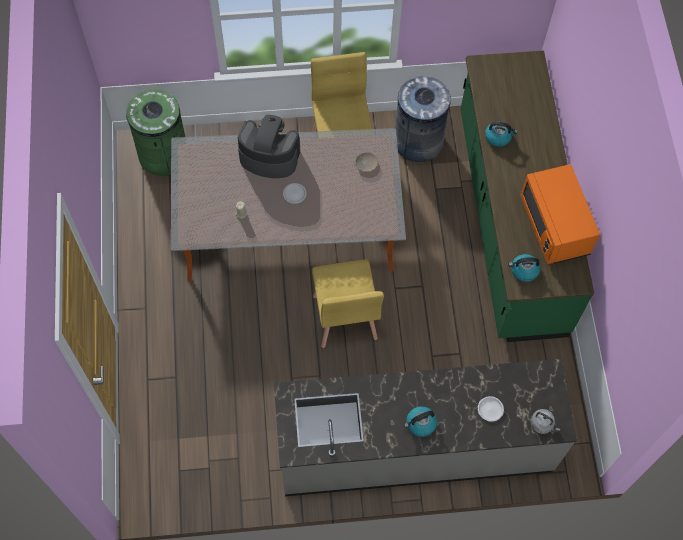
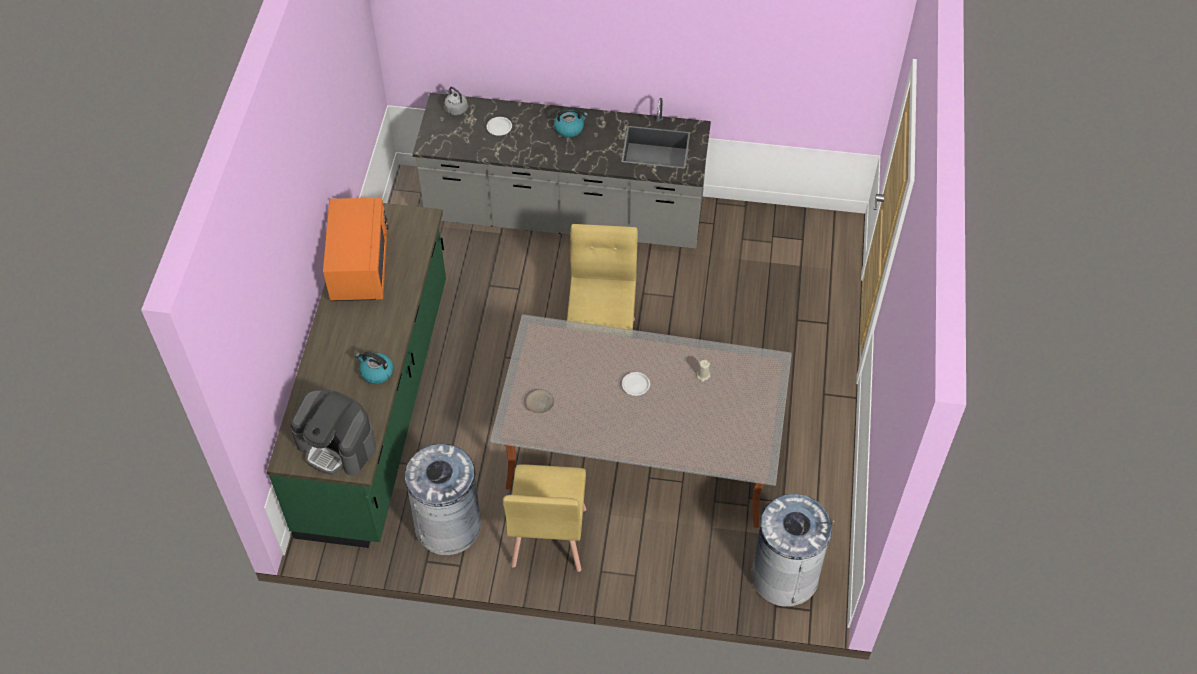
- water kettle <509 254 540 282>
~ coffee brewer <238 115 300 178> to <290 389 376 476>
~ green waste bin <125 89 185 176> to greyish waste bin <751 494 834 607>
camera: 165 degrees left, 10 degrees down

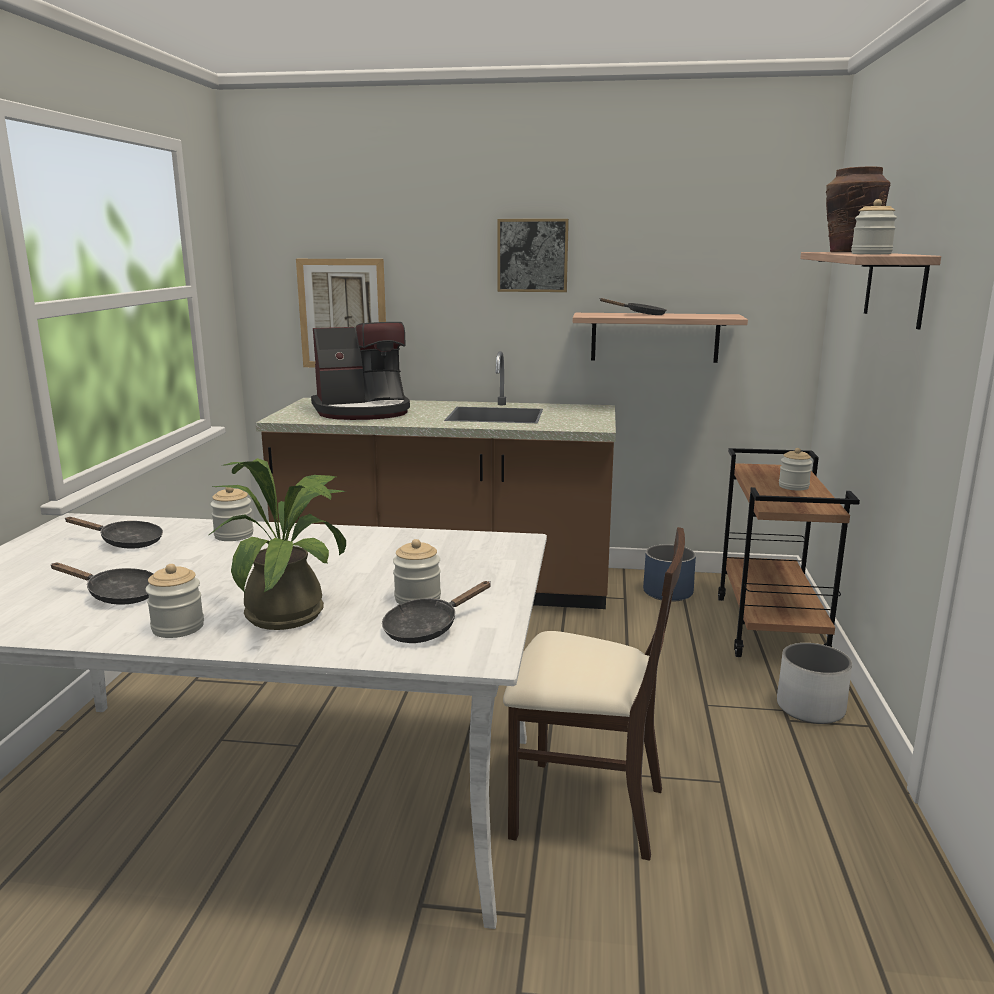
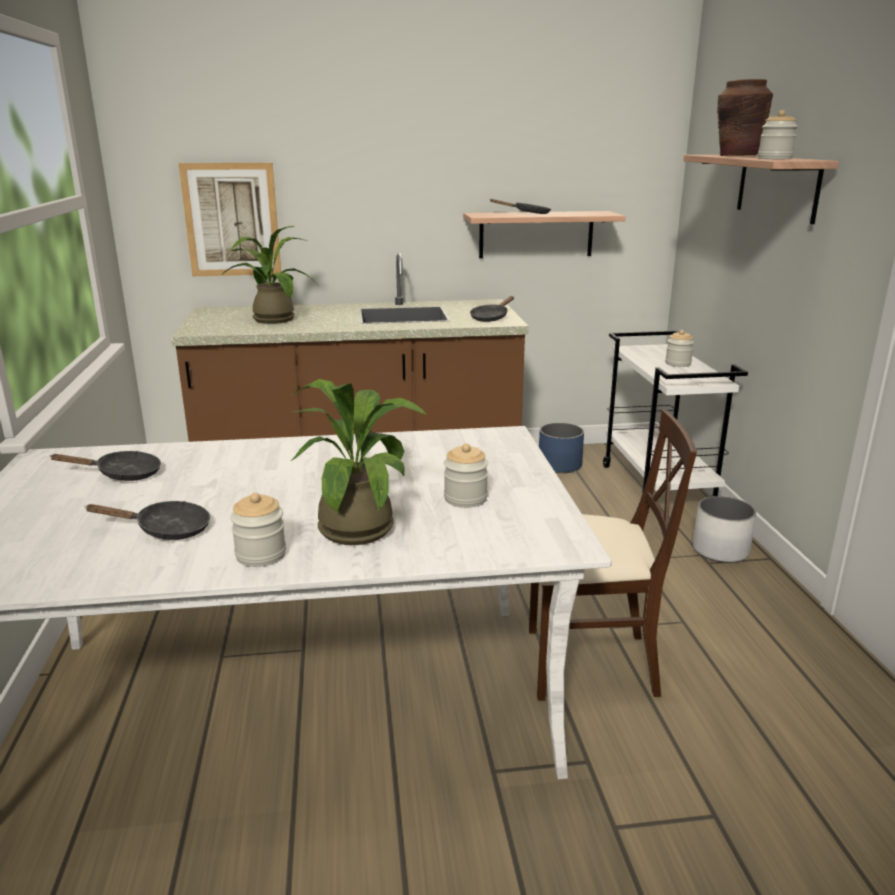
- storage jar <210 487 254 541>
- wall art <497 219 569 292>
~ blackish pan <382 581 491 643> to <470 296 514 322>
~ coffee brewer <311 322 410 420> to plant in a pot <221 226 319 324>
~ brown trolley <718 448 860 657> to white-coloured trolley <603 331 748 512>
camera: 15 degrees left, 5 degrees up

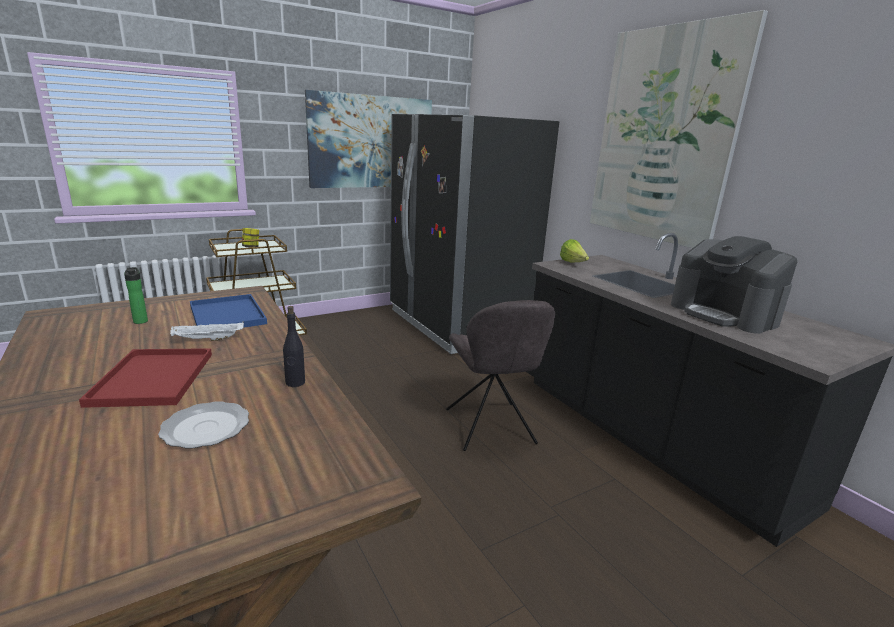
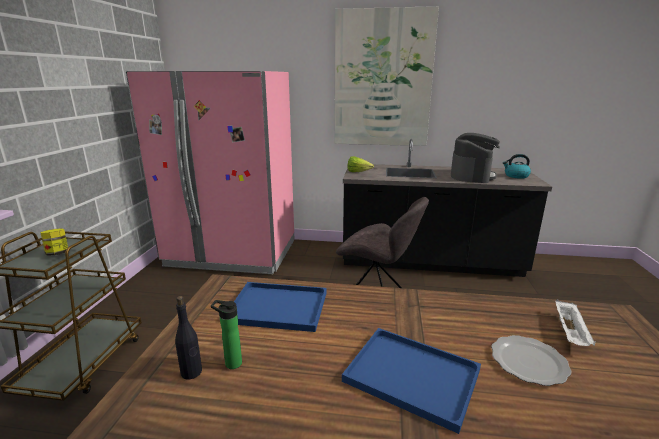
- wall art <305 90 432 188>
+ water kettle <503 154 531 179>
~ white-coloured serving tray <170 321 244 341> to <555 299 596 346>
~ blackish drink bottle <283 306 305 387> to <175 296 202 380>
~ red-coloured serving tray <79 348 212 408> to blue-coloured serving tray <342 328 481 434>
~ blackish kitchen fridge <390 114 559 354> to pink-coloured kitchen fridge <126 71 295 274>
~ coffee brewer <671 236 797 334> = <451 133 500 183> 75 degrees counterclockwise
camera: 50 degrees left, 0 degrees up

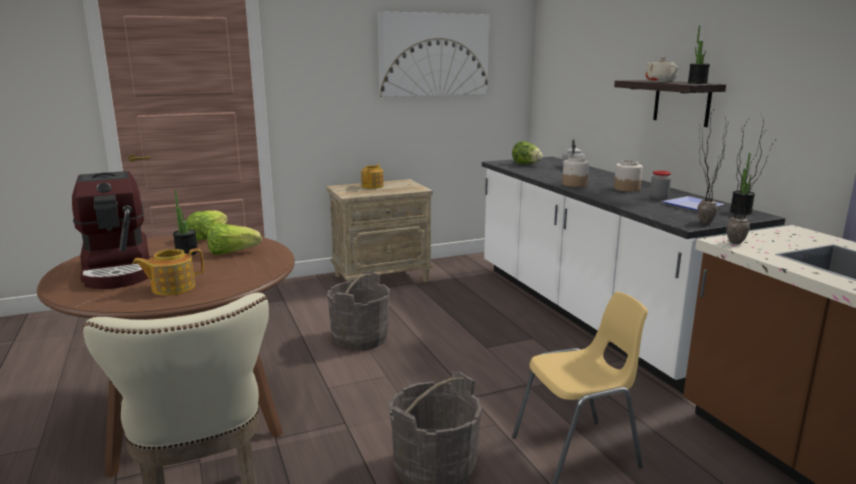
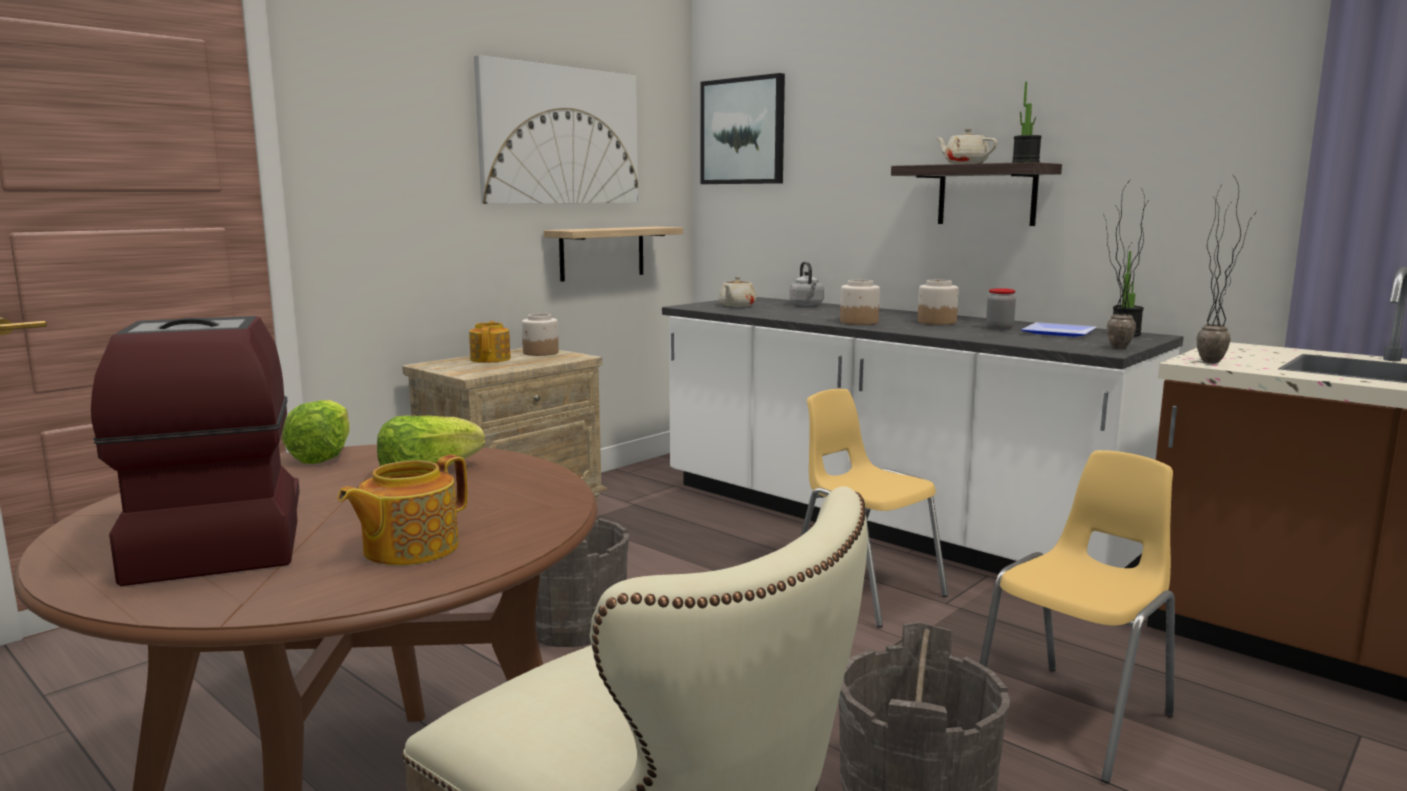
- plant in a pot <173 190 198 255>
+ storage jar <522 313 559 356>
+ shelf <544 227 683 282>
+ wall art <700 73 785 184>
+ yellow-coloured upright chair <801 389 948 628>
~ head of lettuce <512 141 543 164> to sand-coloured tea pot <718 276 756 307>
~ coffee brewer <72 171 150 289> = <91 316 300 586> 150 degrees counterclockwise
camera: 25 degrees left, 5 degrees down

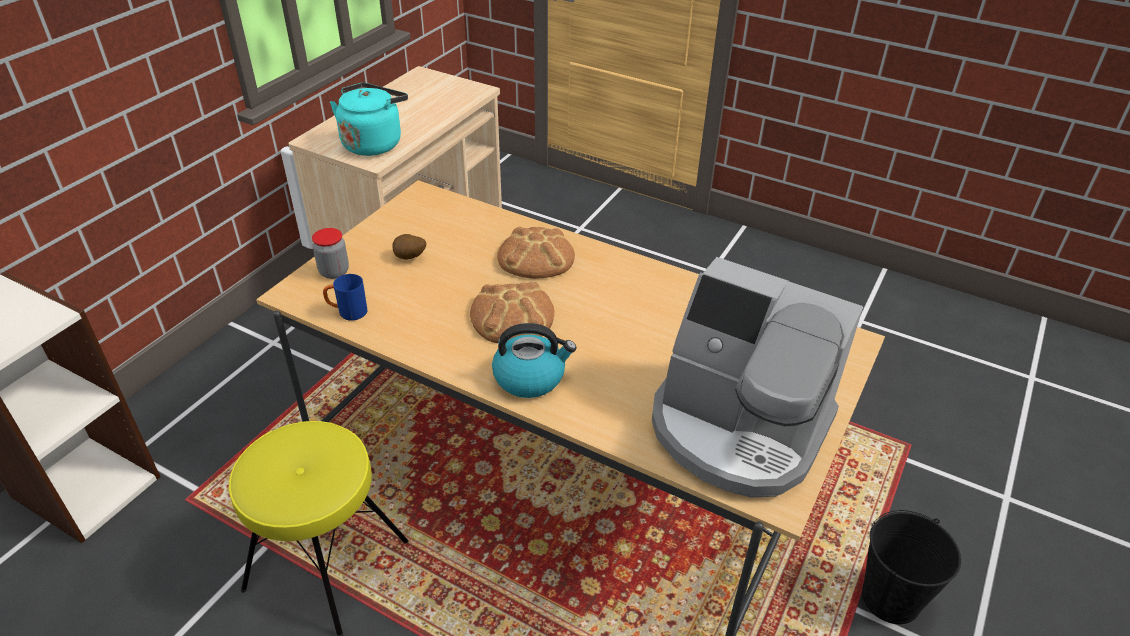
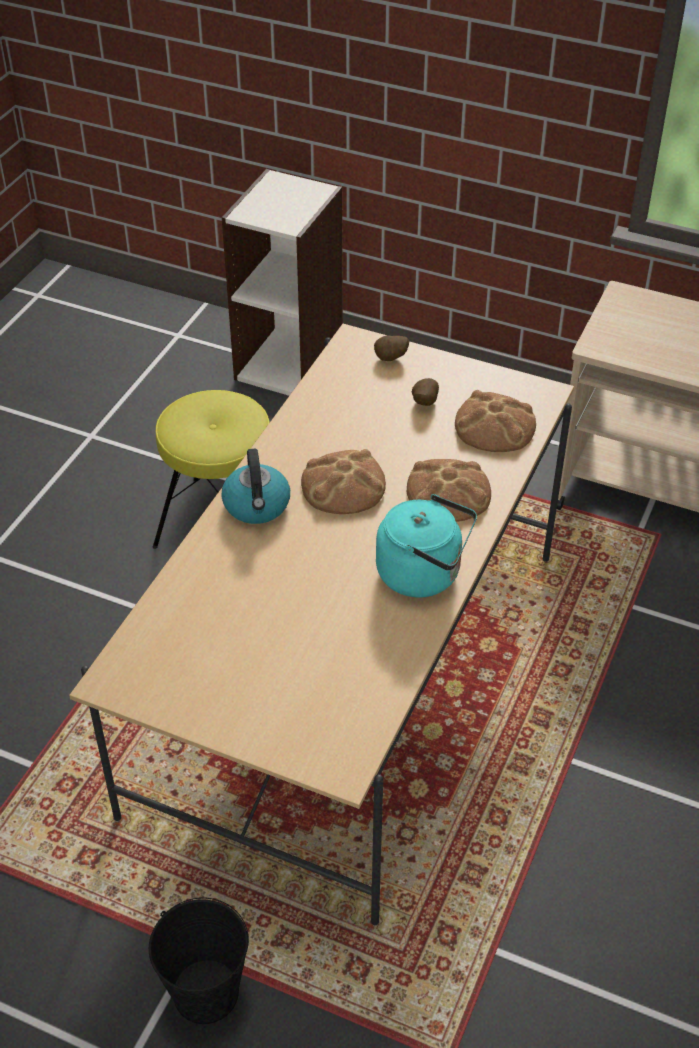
- blue-coloured mug <323 274 367 321>
- coffee brewer <652 257 863 497>
+ baked bread <455 390 536 452>
~ turquoise-coloured water kettle <330 83 408 156> to <376 494 477 598>
~ storage jar <312 228 349 279> to spud <374 336 409 361>
camera: 85 degrees right, 5 degrees up

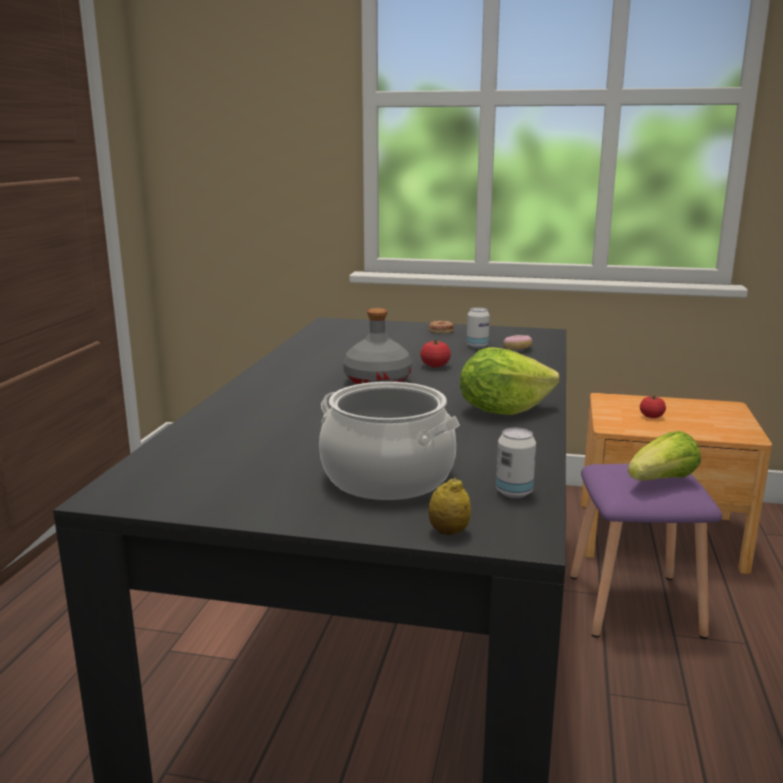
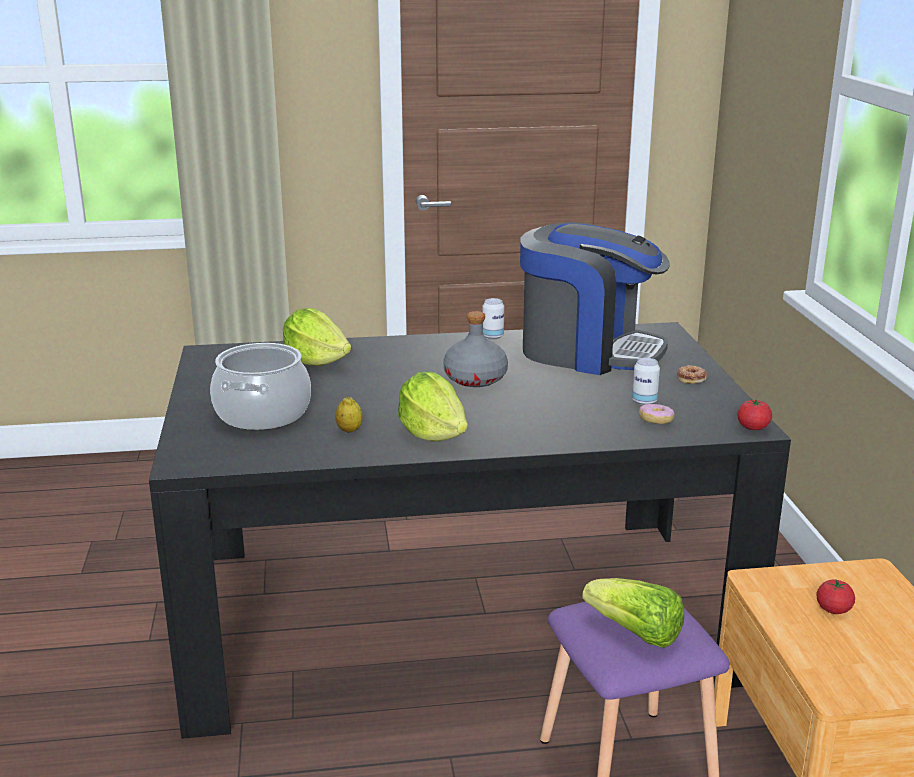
+ head of lettuce <283 308 351 366>
+ coffee brewer <520 222 670 375>
~ whole tomato <420 339 451 368> to <737 399 772 430>
~ whole lemon <428 478 471 535> to <336 397 362 433>
~ metal can <496 428 536 498> to <482 298 504 340>
camera: 70 degrees right, 5 degrees up

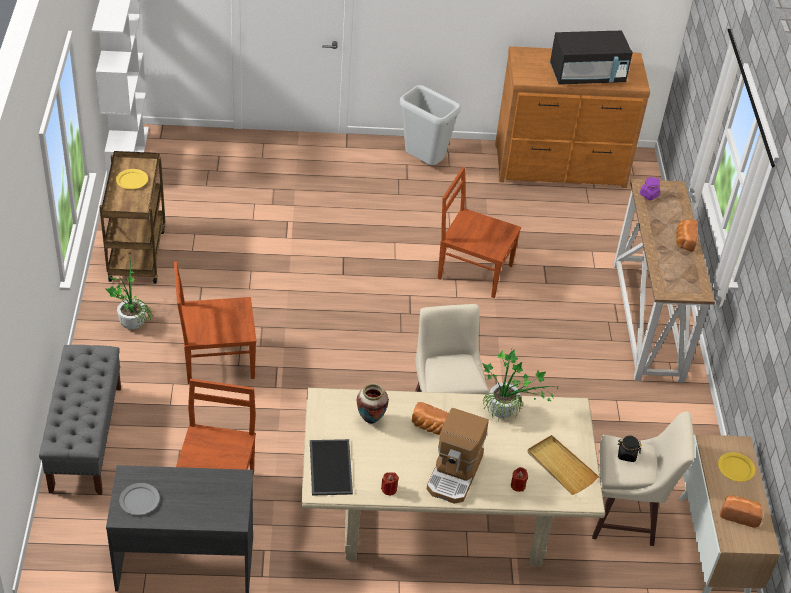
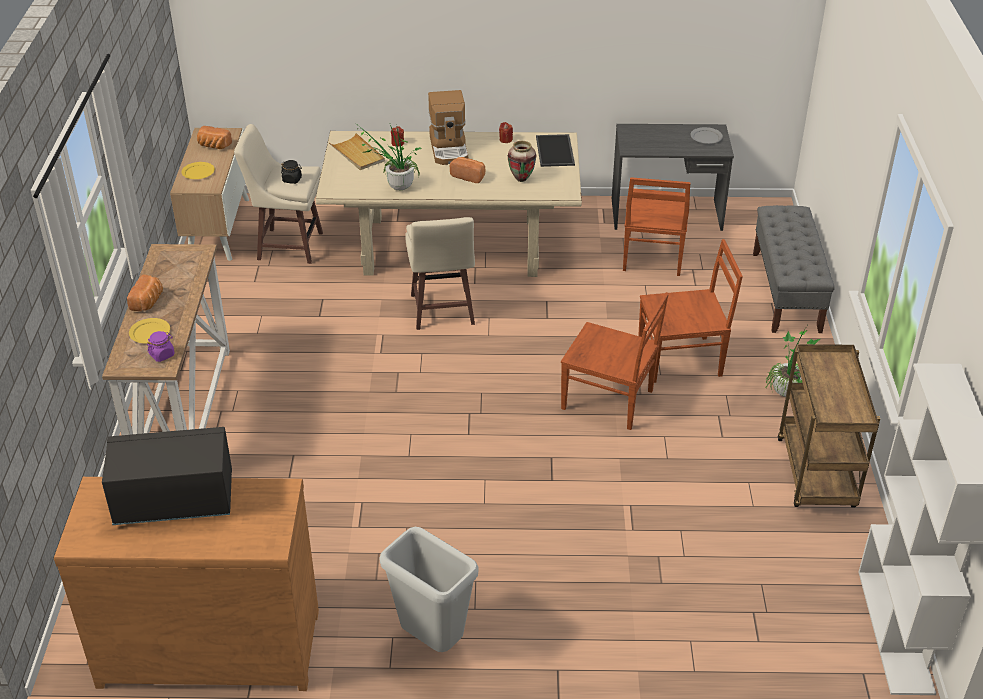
~ yellow-coloured dinner plate <116 169 148 189> to <129 318 170 343>
~ brown upright chair <438 167 521 298> to <561 292 669 430>
~ coffee brewer <427 408 489 504> = <428 90 468 165> 150 degrees clockwise
camera: 175 degrees left, 5 degrees down

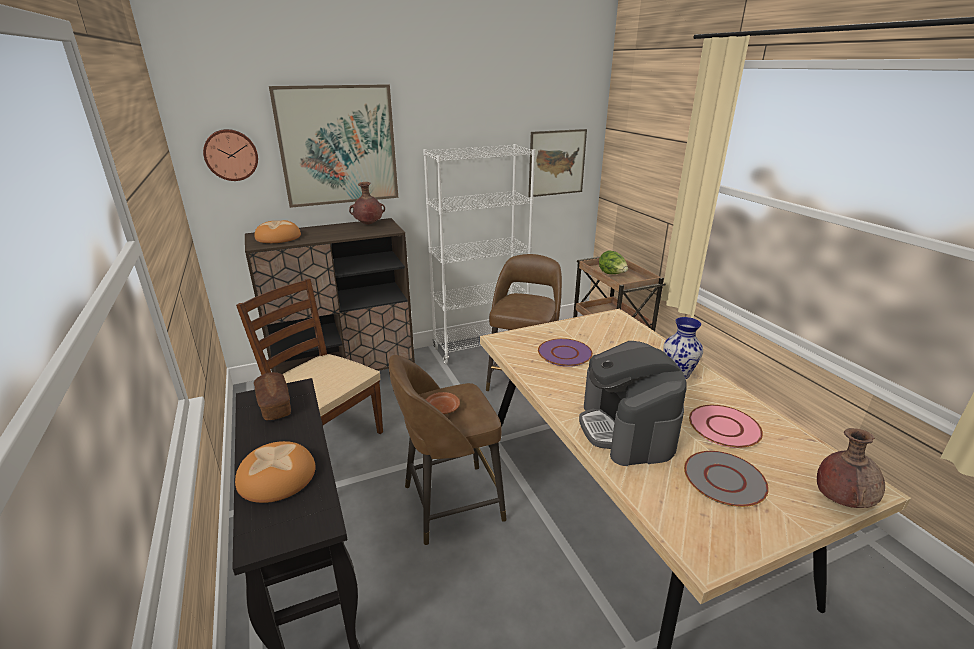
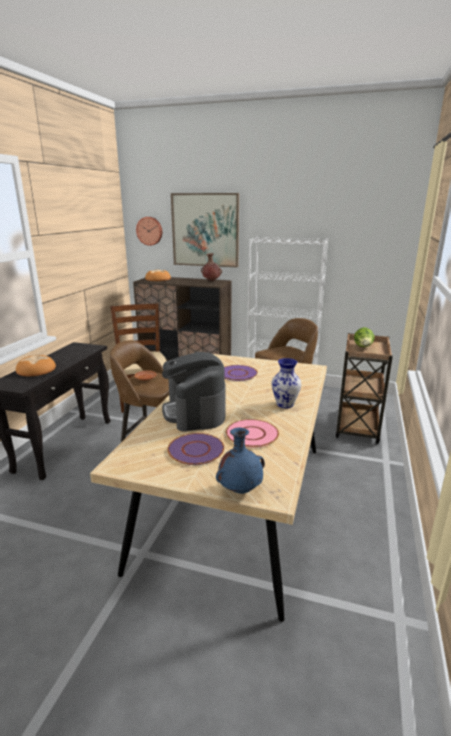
- baked bread <254 372 291 420>
- wall art <528 129 587 197>
~ greyish dinner plate <684 451 769 507> to purple-coloured dinner plate <168 433 224 465>
~ brown decorative vase <817 428 885 508> to blue-coloured decorative vase <216 428 265 494>
~ coffee brewer <579 341 687 466> = <162 352 226 432> 45 degrees counterclockwise
camera: 40 degrees right, 5 degrees down

